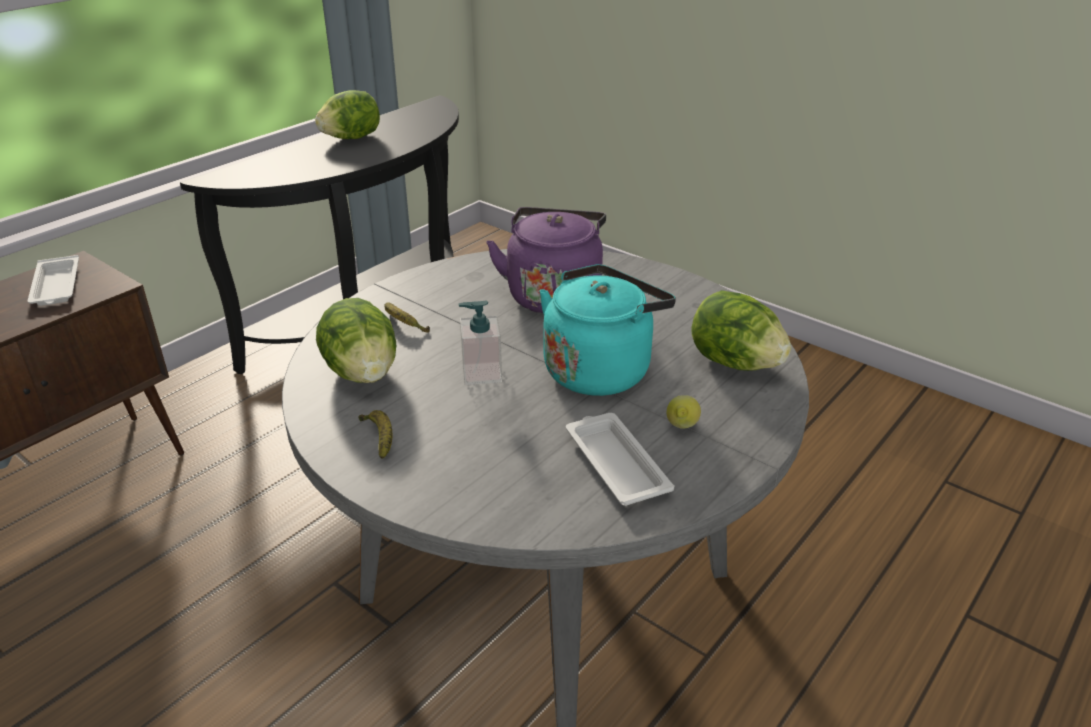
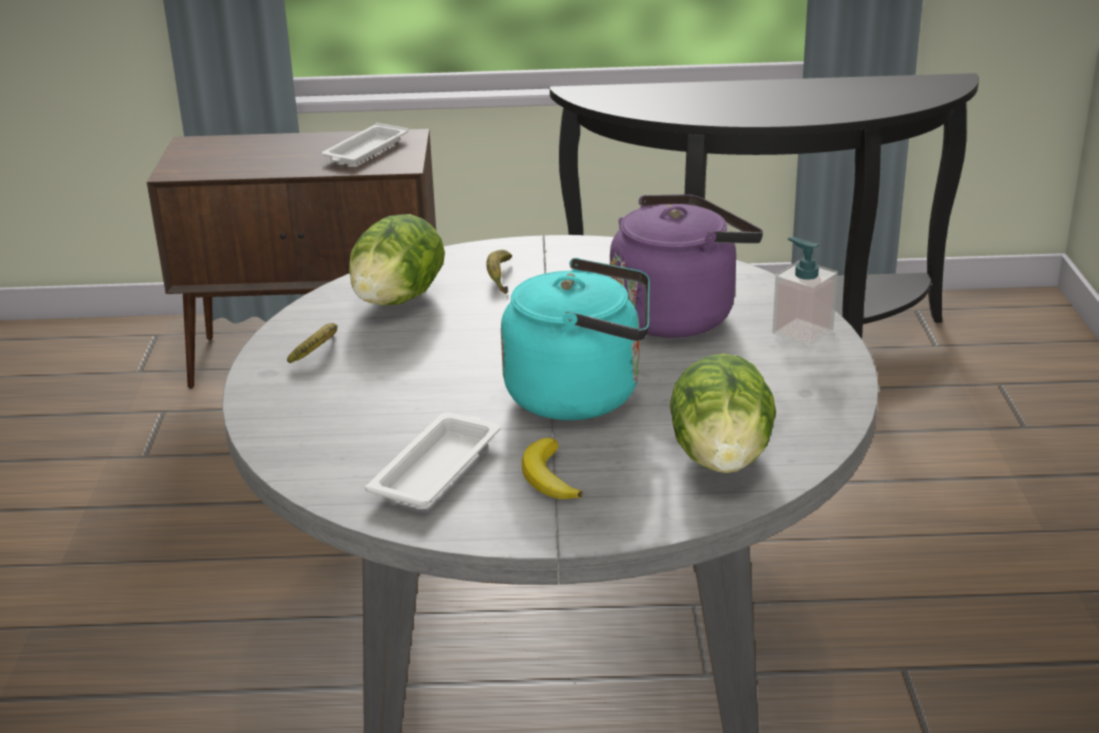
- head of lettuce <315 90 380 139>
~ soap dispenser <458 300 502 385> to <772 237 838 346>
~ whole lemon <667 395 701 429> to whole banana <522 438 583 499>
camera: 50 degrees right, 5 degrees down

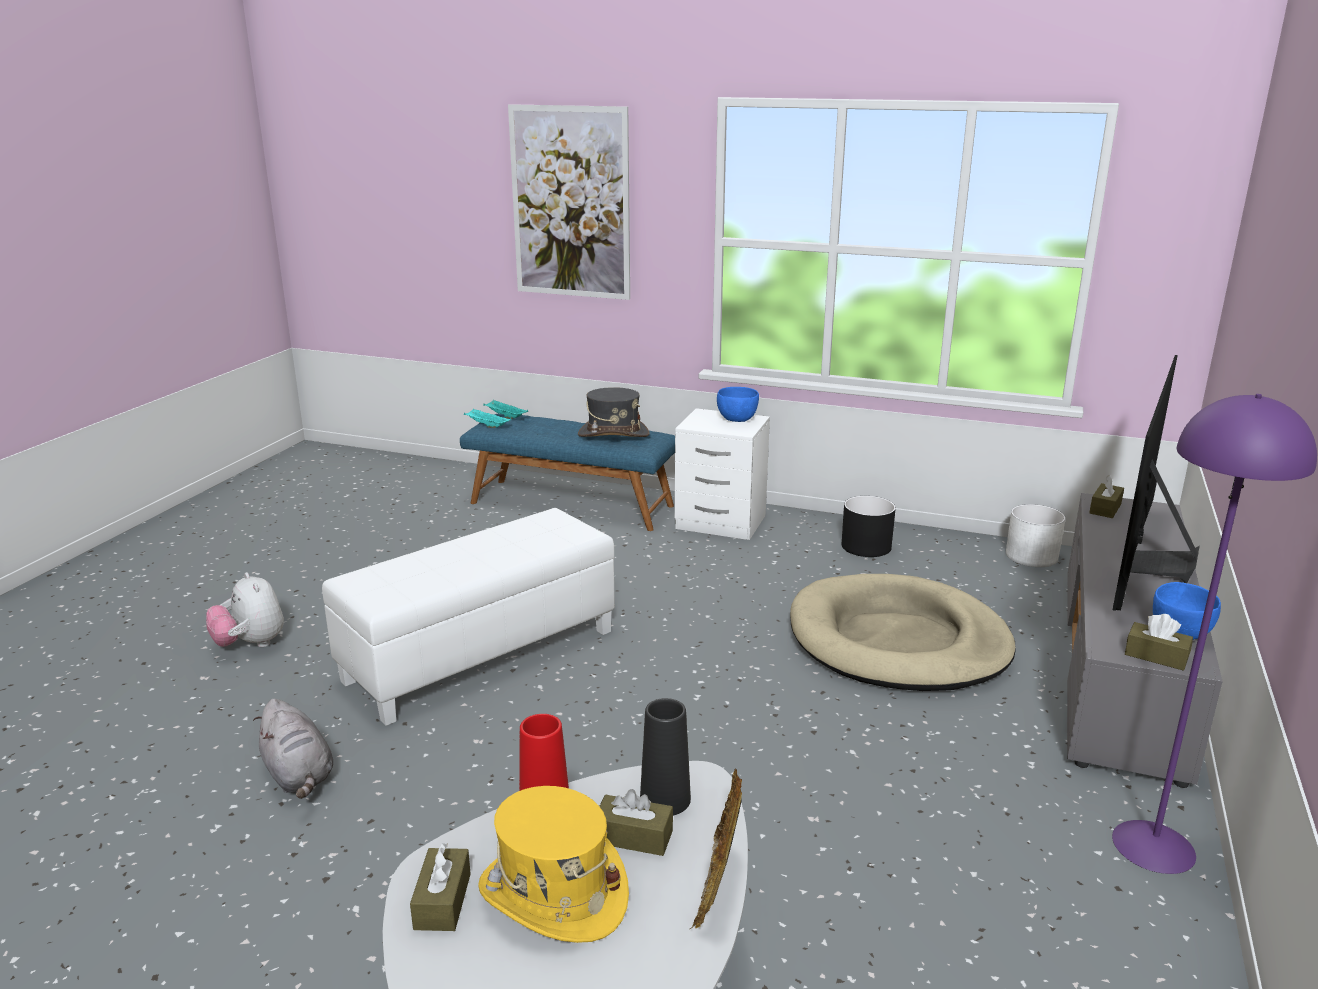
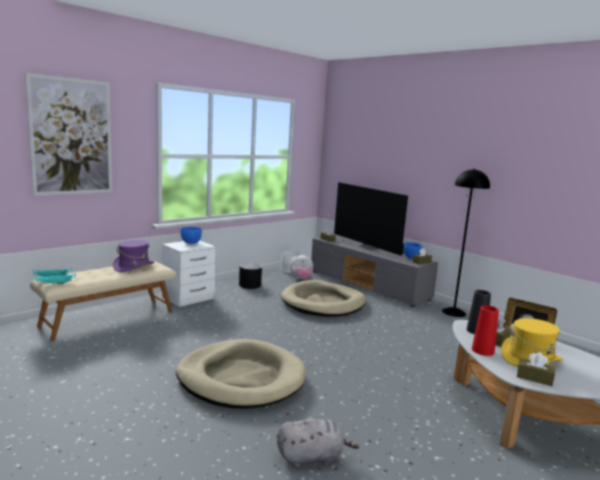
~ soft toy <206 572 284 647> to <290 254 313 280>
~ white-coloured pouffe <322 508 615 726> to sand-coloured dog bed <176 339 306 409>
~ blue-coloured long seat <460 414 675 531> to sand-coloured long seat <30 261 176 341>
~ greyish clothing hat <578 387 650 437> to purple-coloured clothing hat <113 240 154 272>
~ purple-coloured standard lamp <1112 394 1317 874> to blackish standard lamp <442 169 490 317>
camera: 65 degrees left, 10 degrees down

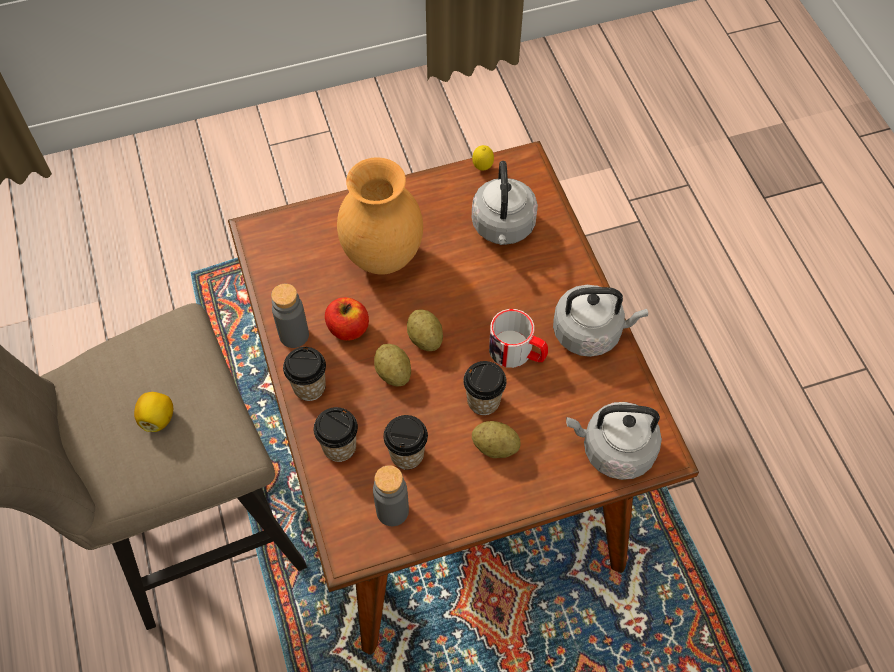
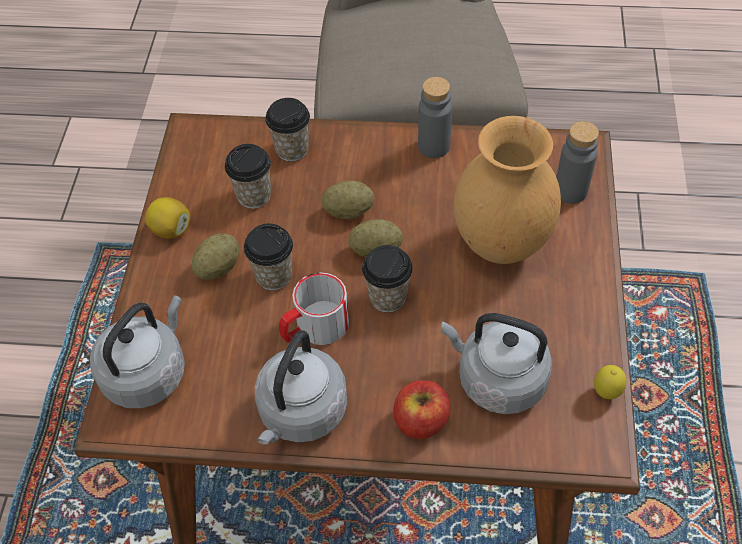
~ whole lemon <134 392 173 432> to <145 197 190 239>
~ cup <283 347 326 401> to <362 245 413 312>
~ apple fruit <325 297 369 341> to <393 380 450 439>
~ greyish drink bottle <373 465 409 526> to <556 121 599 204>
camera: 115 degrees right, 5 degrees down

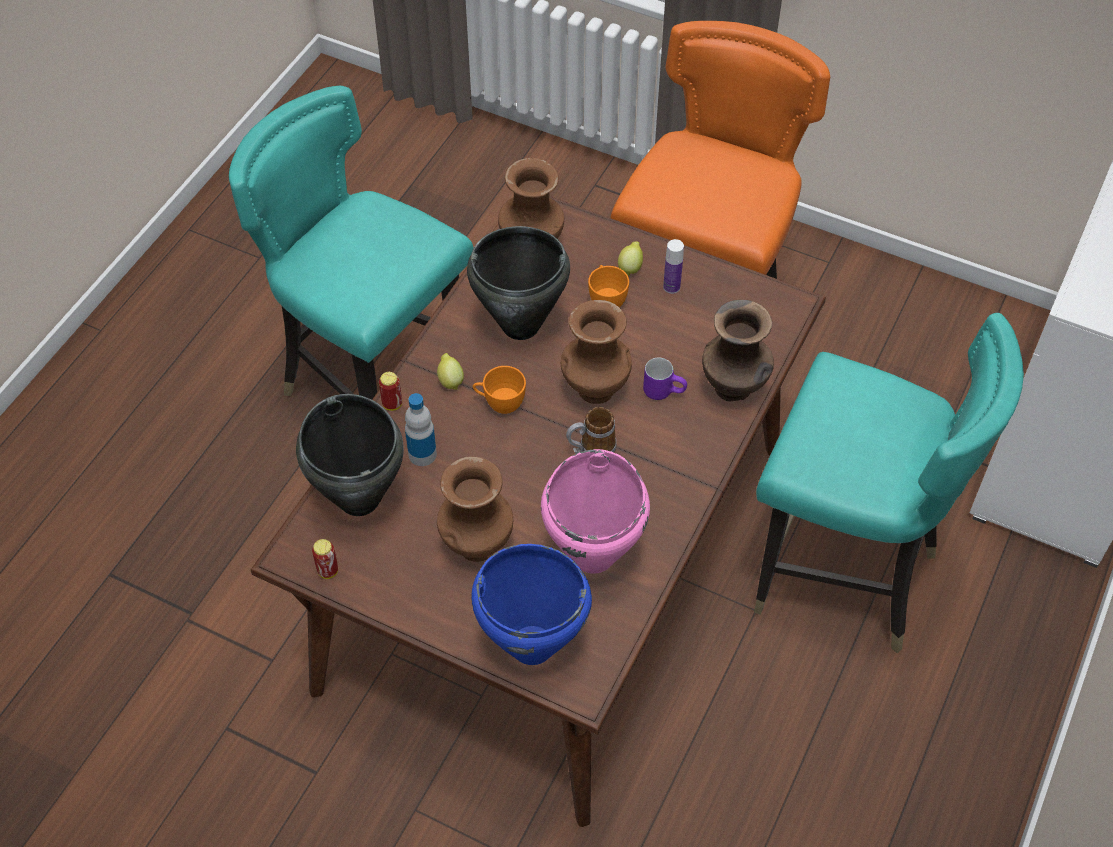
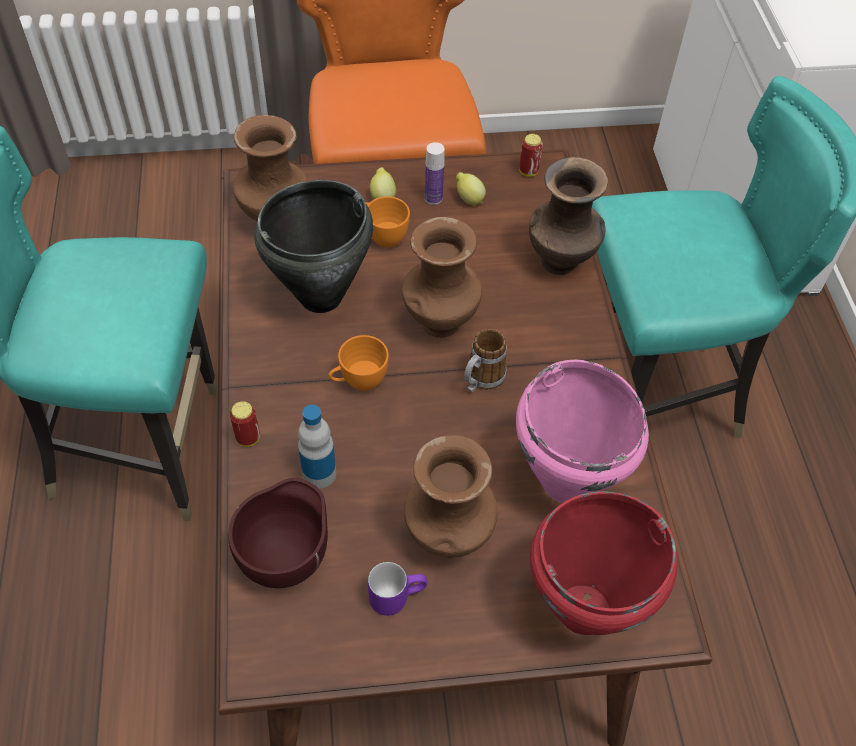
~ metal can <312 539 338 579> to <519 134 543 177>
~ whole lemon <437 353 464 390> to <456 172 486 205>
~ purple-coloured mug <643 358 687 400> to <368 562 428 616>
~ blackish cooking pot <296 394 404 516> to brown serving bowl <228 478 328 588>
~ blue-coloured cooking pot <471 544 592 665> to red-coloured cooking pot <530 491 678 635>
camera: 35 degrees left, 0 degrees up

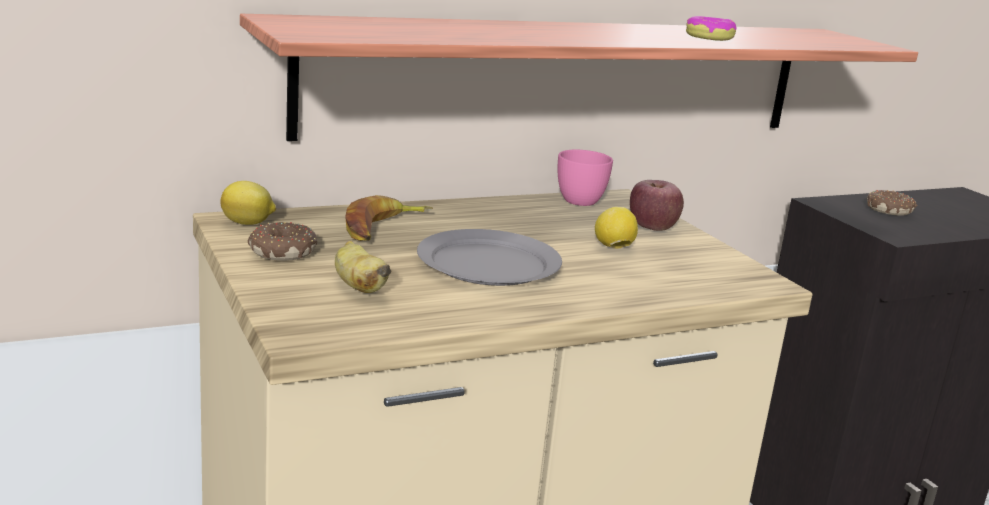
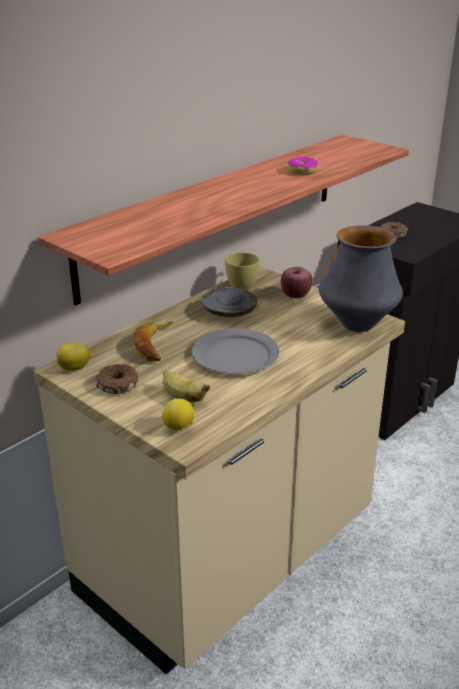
+ greyish dinner plate <201 287 257 317>
+ decorative vase <319 225 403 332>
~ whole lemon <595 207 638 249> to <162 399 194 430>
~ pink-coloured cup <558 150 613 206> to yellow-coloured cup <225 252 260 290>
camera: 20 degrees left, 10 degrees up

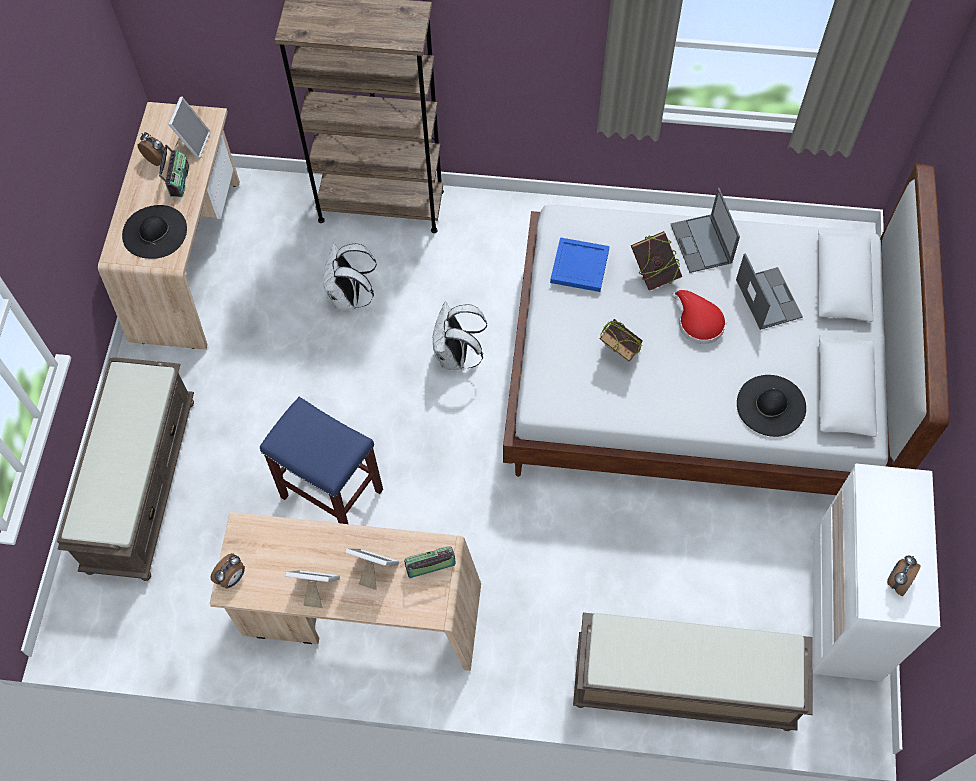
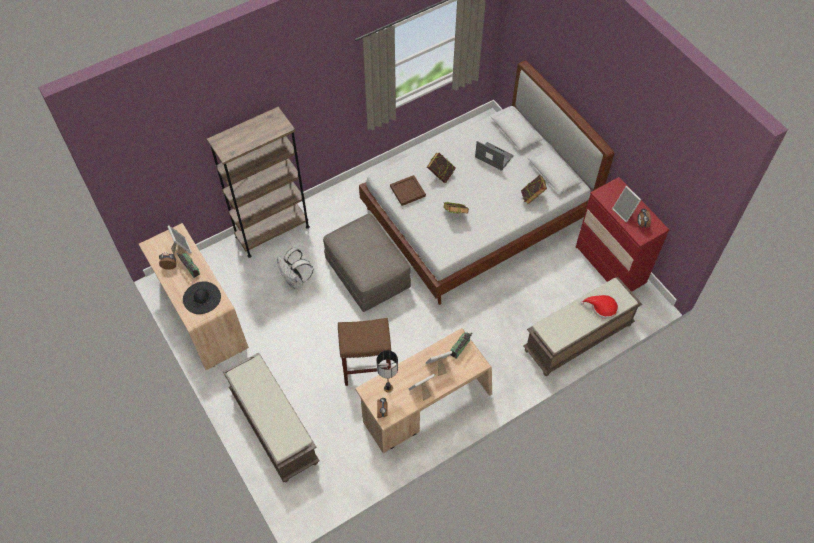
- portable computer <670 188 740 273>
+ table lamp <376 350 398 393>
+ standing frame <612 186 641 222>
~ red-coloured clothing hat <672 290 726 344> to <581 295 618 319>
~ white-coloured rucksack <432 302 487 370> to greyish pouffe <323 214 411 312>
~ blackish clothing hat <737 375 806 437> to volume <521 175 547 204>
~ blue-coloured sitting stool <260 397 383 524> to brown sitting stool <338 318 391 386>
~ blue-coloured serving tray <550 237 610 292> to brown serving tray <390 175 426 206>
~ white-coloured dresser <811 464 940 681> to red-coloured dresser <575 177 669 292>
camera: 40 degrees left, 5 degrees down

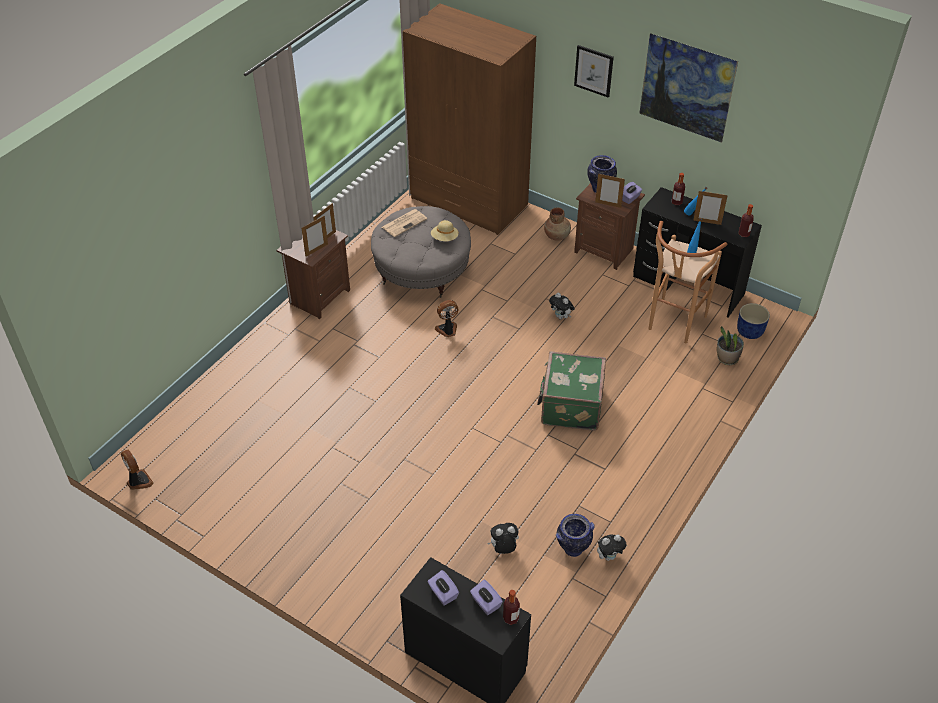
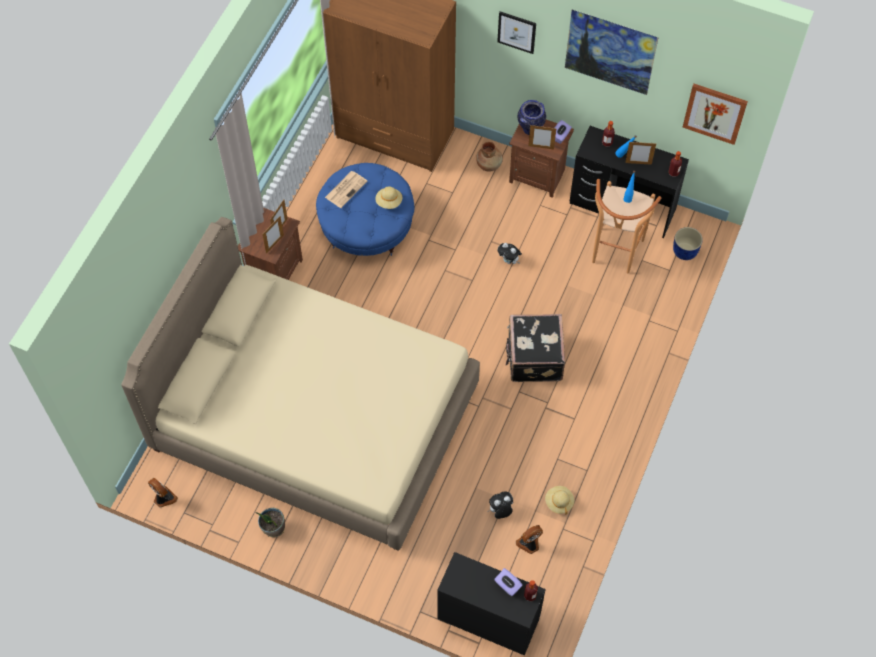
- purple-coloured tissue box <427 570 459 606>
- soft toy <597 534 627 561>
+ sand-coloured bedroom bed <121 217 480 551>
+ wall art <683 84 748 145>
~ electric fan <435 300 458 337> to <516 525 543 554>
~ plant in a pot <717 326 744 365> to <255 508 285 537>
~ decorative vase <556 514 595 557> to sand-coloured clothing hat <545 486 574 515>
~ greyish pouffe <371 206 471 298> to blue-coloured pouffe <316 163 414 256>
~ green suitcase <537 351 606 431> to blackish suitcase <506 314 565 382>
camera: 10 degrees left, 15 degrees up

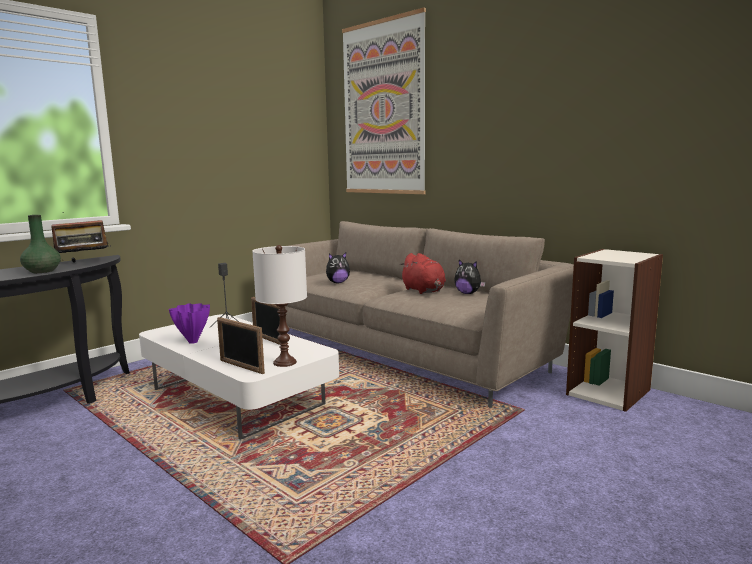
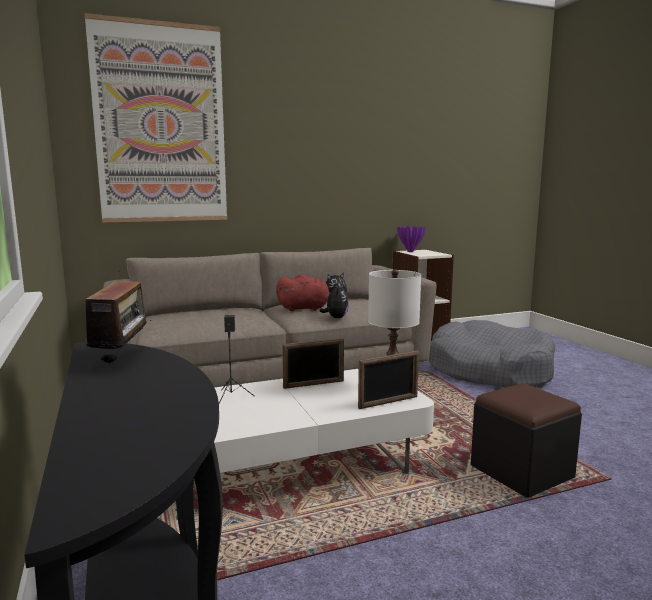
- green decorative vase <20 215 61 273>
+ greyish dog bed <429 320 555 388>
+ blackish pouffe <471 383 582 498>
~ purple-coloured decorative vase <169 303 210 344> to <397 226 426 252>
~ soft toy <326 253 350 283> to <320 284 349 318>
camera: 65 degrees left, 0 degrees up

